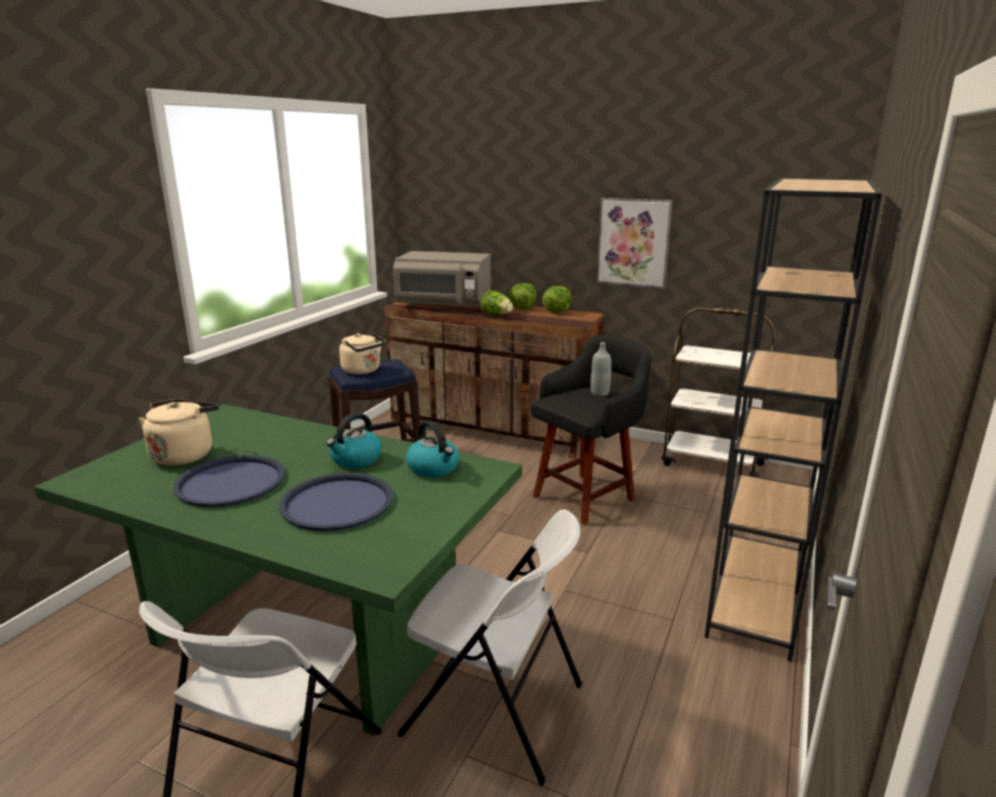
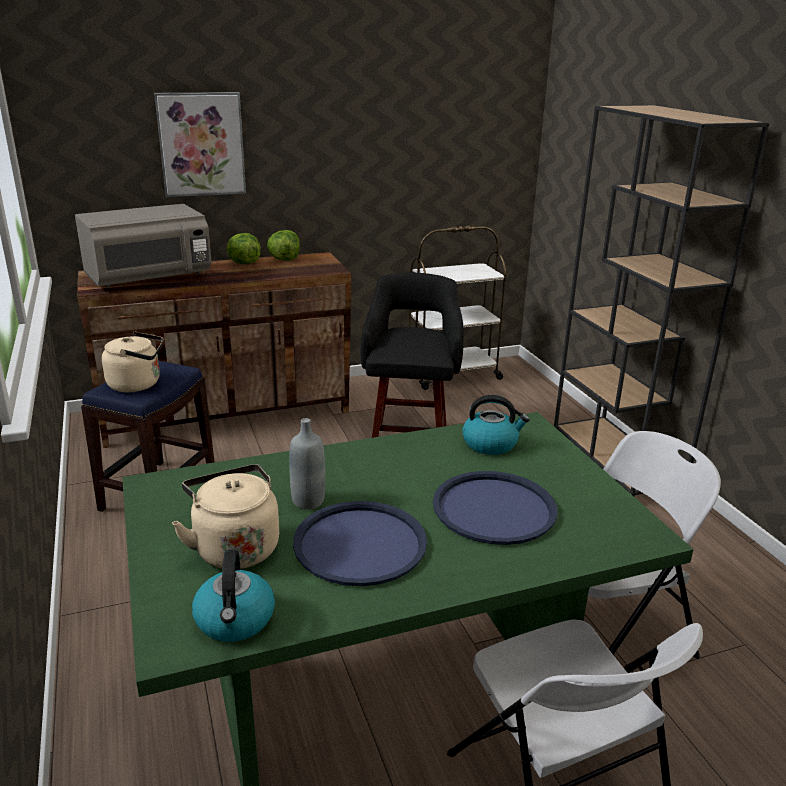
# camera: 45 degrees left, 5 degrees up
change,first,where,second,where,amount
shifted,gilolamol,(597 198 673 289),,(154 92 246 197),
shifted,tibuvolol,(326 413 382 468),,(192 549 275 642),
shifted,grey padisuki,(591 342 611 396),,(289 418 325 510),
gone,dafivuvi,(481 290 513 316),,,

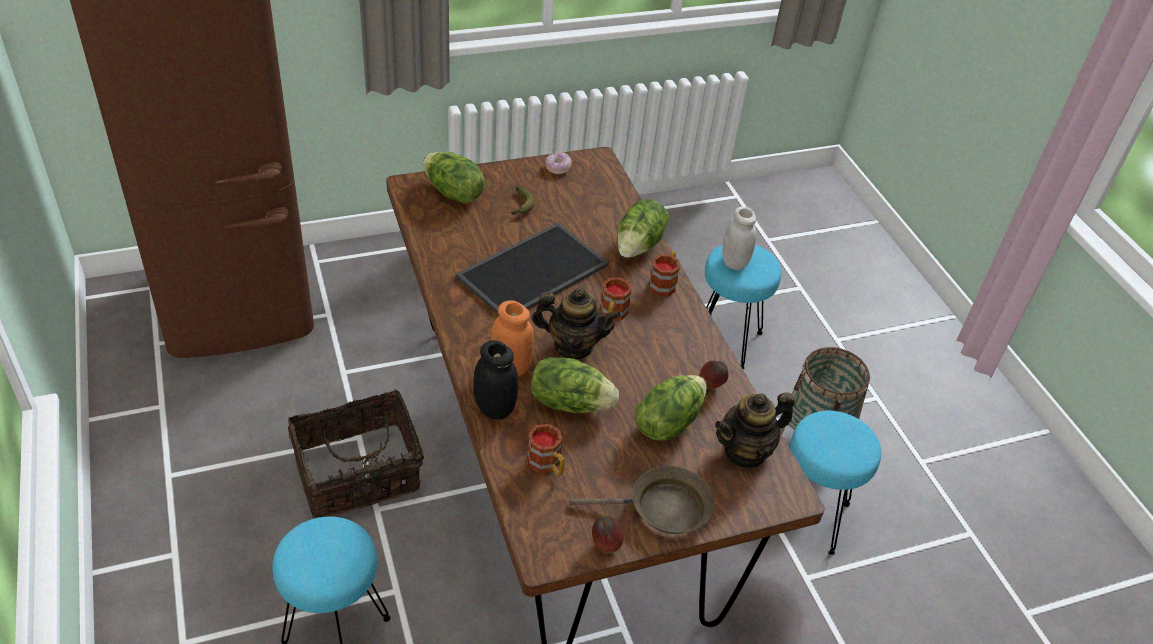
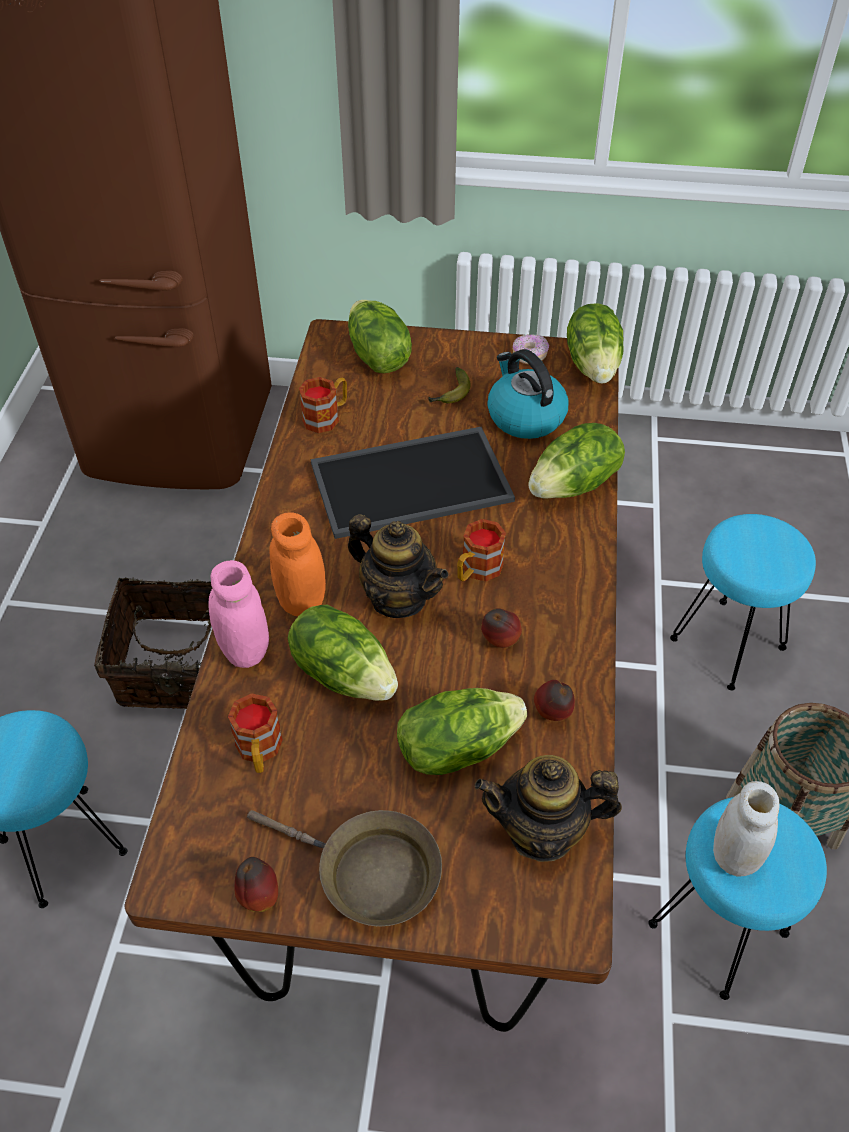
# camera: 30 degrees right, 5 degrees up
change,first,where,second,where,amount
repainted,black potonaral,(473 340 518 420),pink potonaral,(209 560 269 668),
shifted,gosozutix,(649 251 680 297),,(299 377 347 433),
new,,,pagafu,(481 608 522 648),
new,,,tibuvolol,(487 349 569 439),
new,,,dafivuvi,(567 303 624 384),
shifted,white potonaral,(722 207 756 270),,(713 781 780 876),

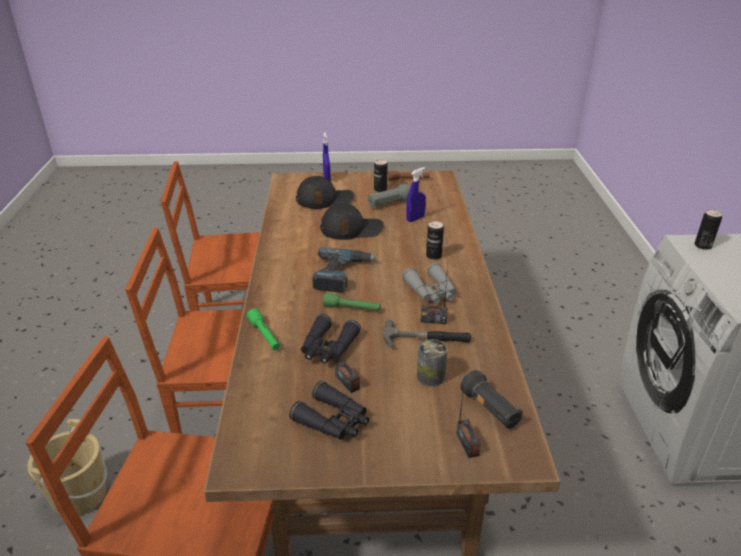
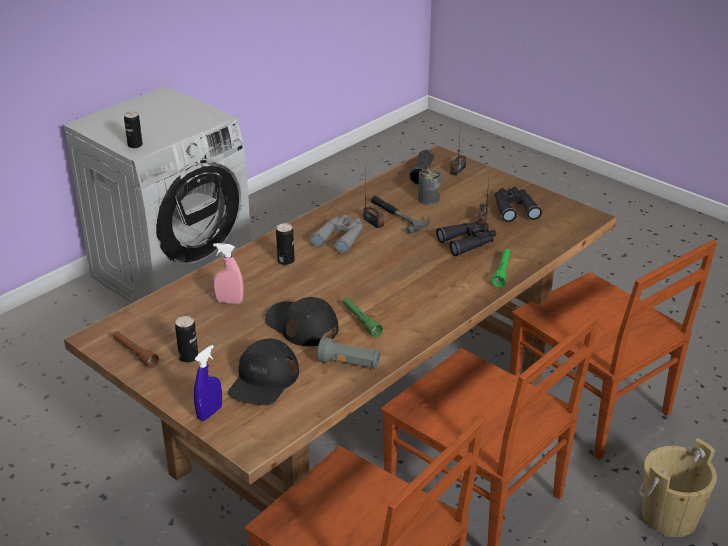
# camera: 135 degrees left, 0 degrees up
change,first,where,second,where,amount
repainted,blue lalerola,(406 167 426 222),pink lalerola,(213 243 244 304),
rotated,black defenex,(296 176 354 209),,(228 339 299 405),105 degrees counterclockwise
shifted,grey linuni,(367 184 410 207),,(317 337 380 369),
shifted,green linuni,(323 293 381 311),,(343 298 383 337),
gone,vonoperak,(312 247 377 293),,,

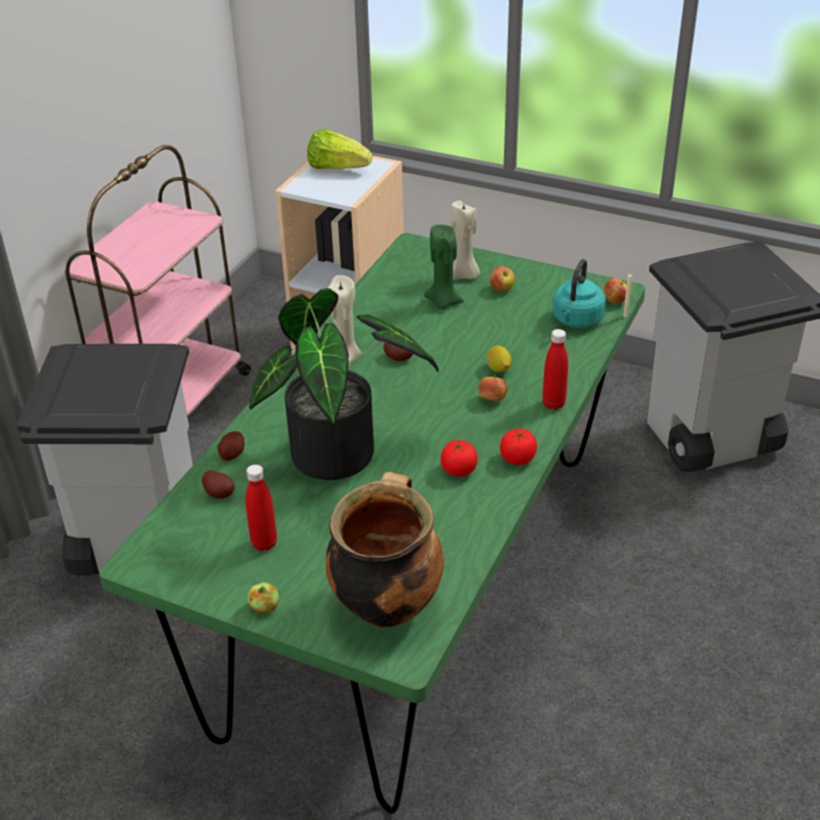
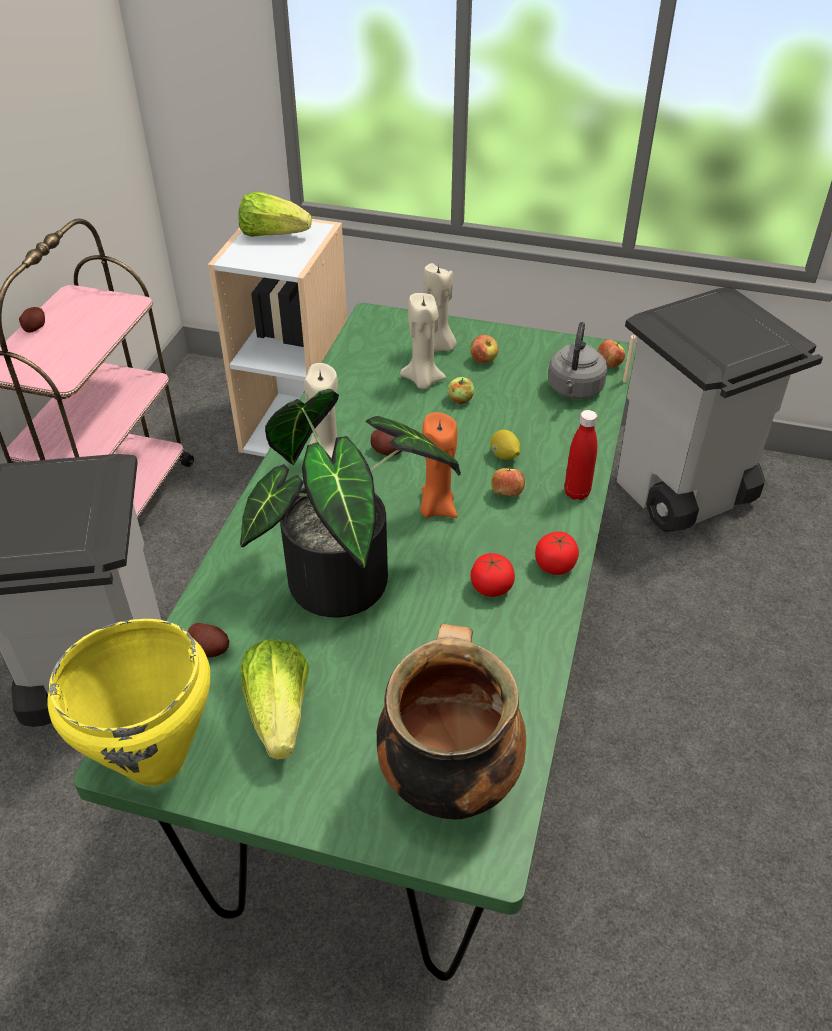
# camera: 10 degrees left, 5 degrees up
change,first,where,second,where,amount
shifted,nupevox,(217 431 244 461),,(19 307 45 333),
new,,,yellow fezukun,(47 619 210 786),
swapped,red padisuki,(245 465 277 551),dafivuvi,(240 639 309 760),
repainted,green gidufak,(424 224 464 310),beige gidufak,(400 293 446 389),
new,,,orange gidufak,(420 412 458 518),
shifted,pagafu,(248 582 279 613),,(448 377 474 404),
repainted,turquoise tibuvolol,(553 259 606 328),grey tibuvolol,(548 322 607 399),

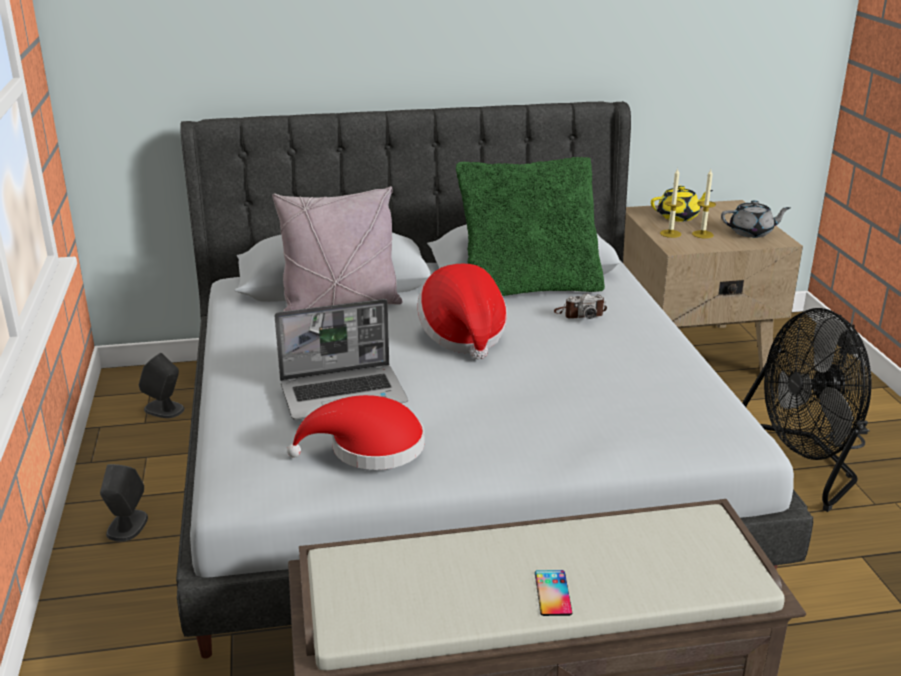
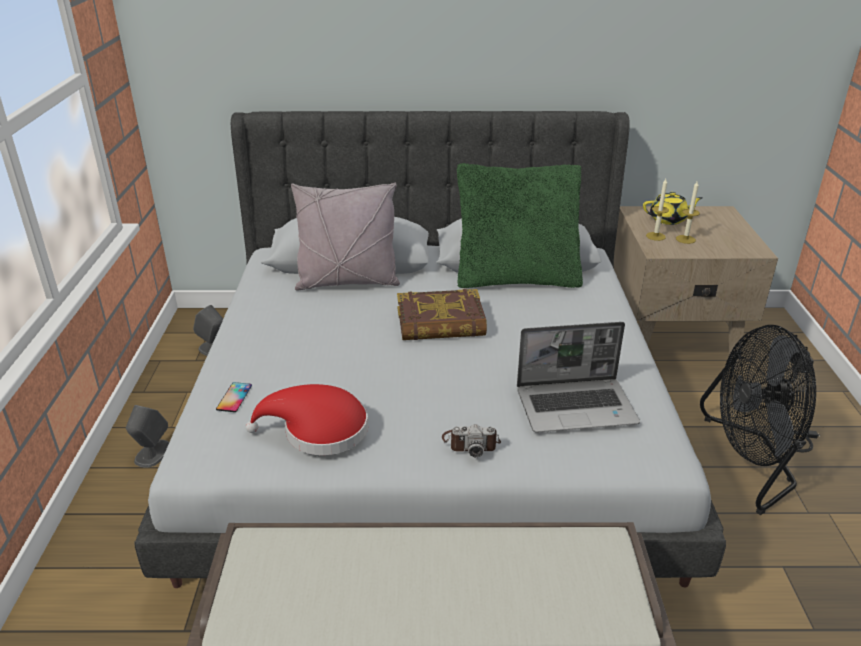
# camera: 10 degrees right, 5 degrees up
change,first,where,second,where,amount
shifted,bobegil,(535 570 572 616),,(216 382 252 412),
swapped,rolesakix,(417 264 507 359),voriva,(397 289 487 340),
shifted,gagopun,(554 293 607 319),,(442 424 501 457),
shifted,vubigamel,(275 299 408 420),,(517 322 640 433),
gone,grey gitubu,(721 200 790 238),,,

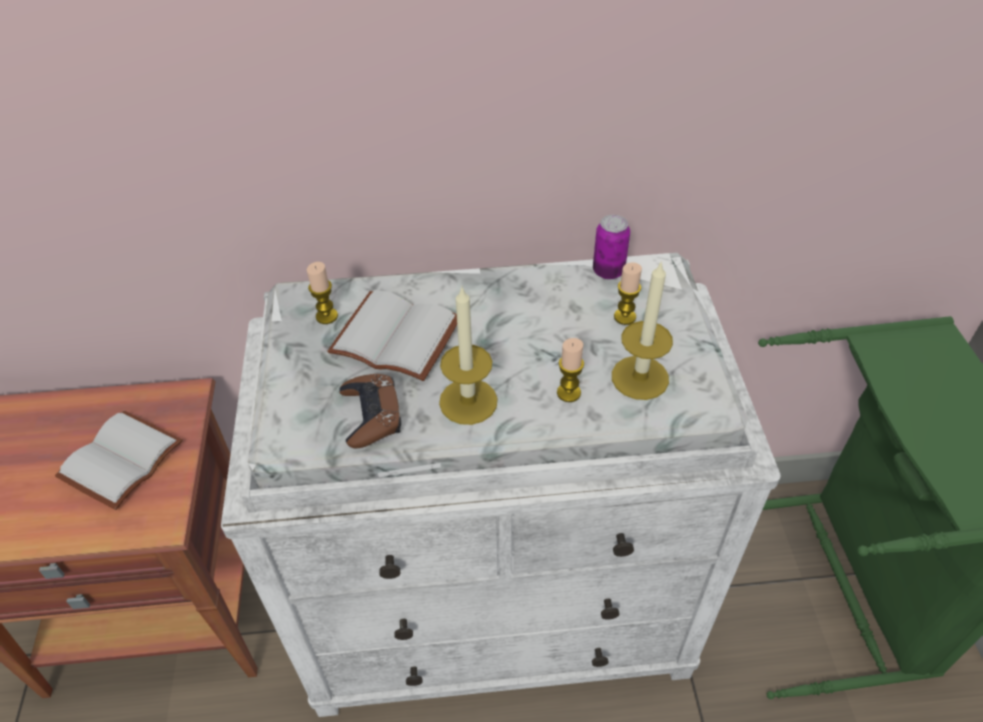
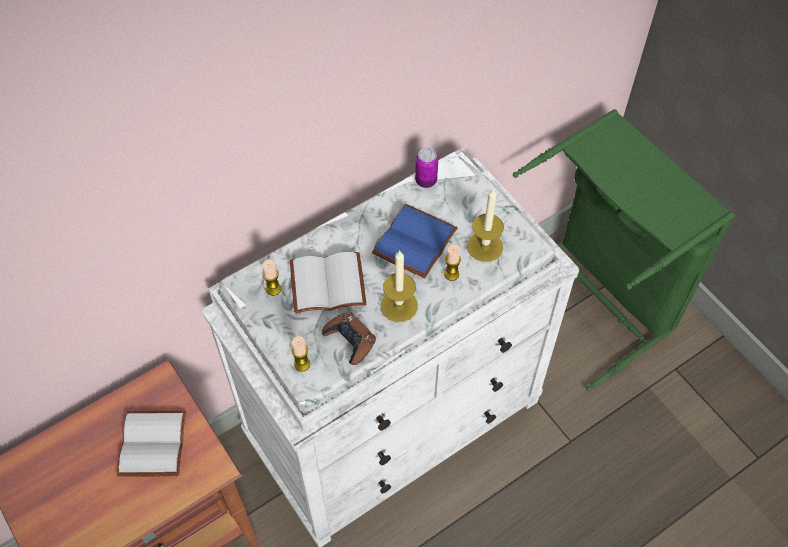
# camera: 30 degrees left, 10 degrees up
change,first,where,second,where,amount
shifted,gidufak,(614 262 642 325),,(291 336 310 372),
new,,,blue voriva,(372 204 458 278),

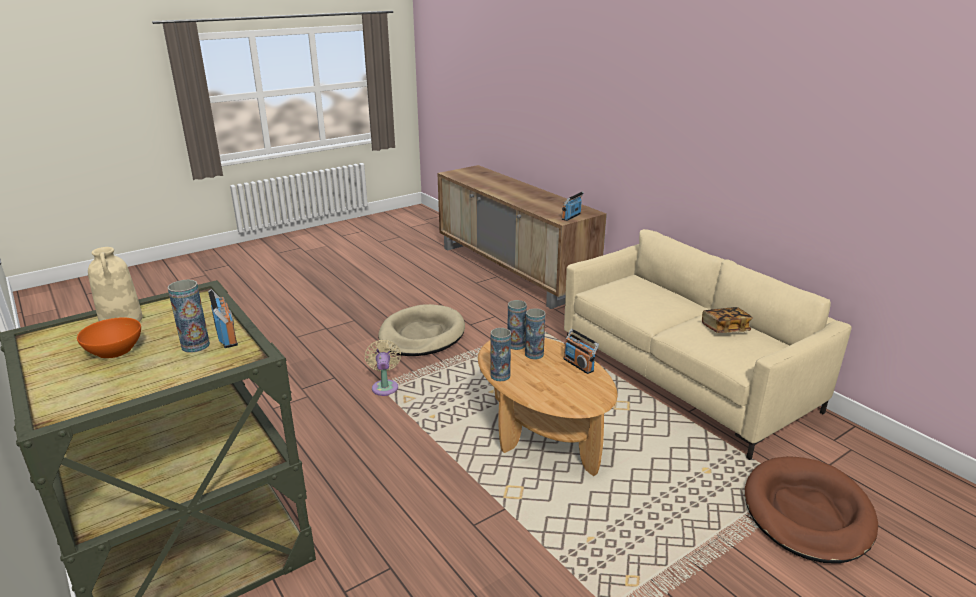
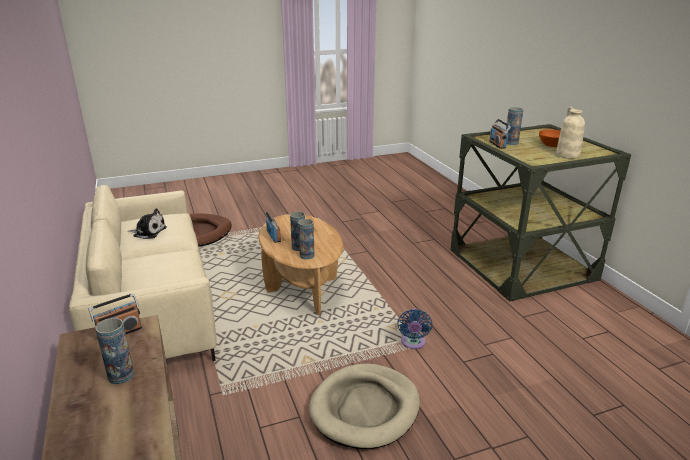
# camera: 165 degrees left, 0 degrees up
change,first,where,second,where,amount
shifted,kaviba,(491 328 511 381),,(96 318 134 384),
swapped,voriva,(702 307 753 333),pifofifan,(127 208 167 239),
repainted,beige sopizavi,(365 340 401 396),blue sopizavi,(397 308 432 349),

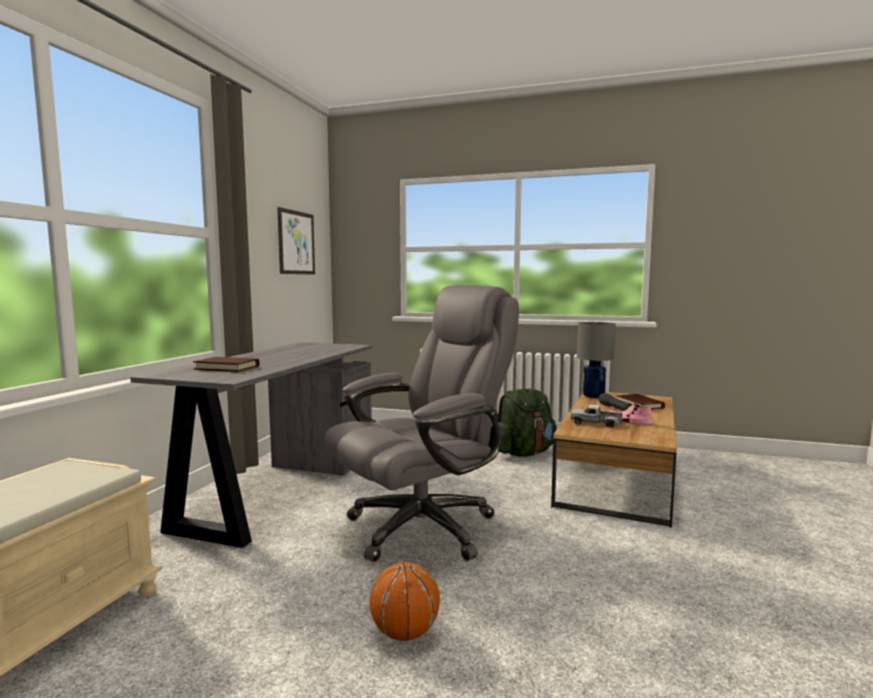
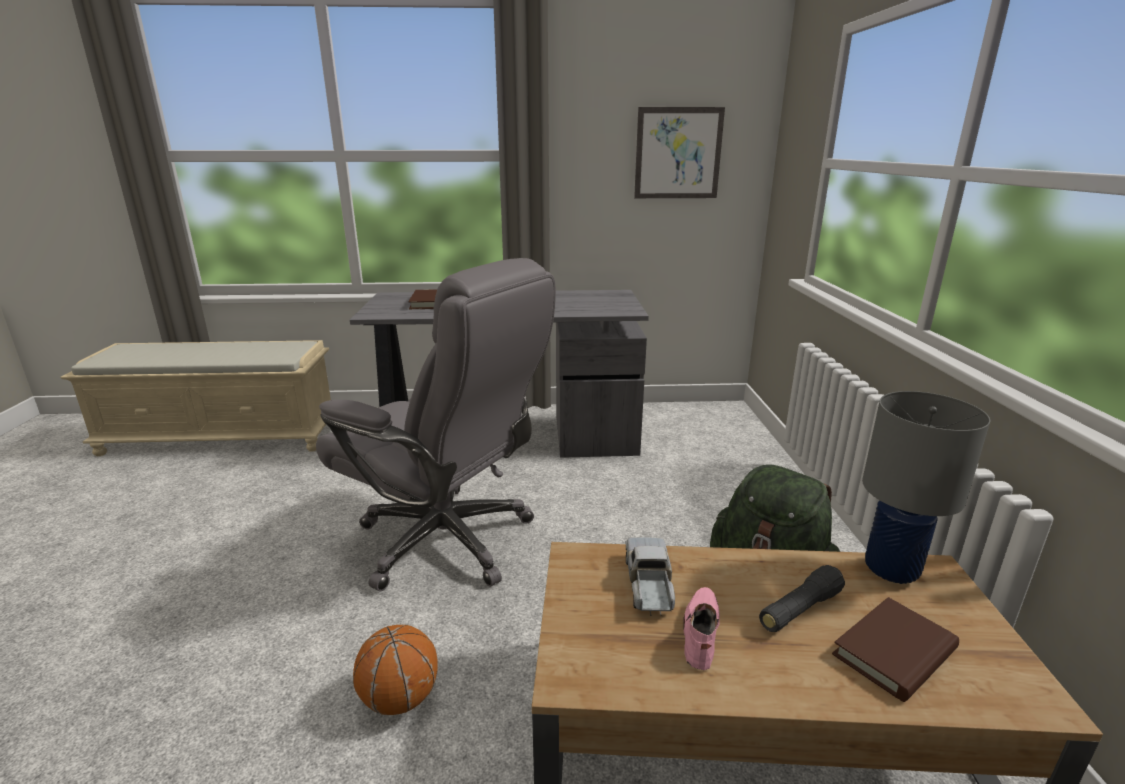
# camera: 70 degrees right, 15 degrees up
change,first,where,second,where,amount
shifted,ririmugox,(369 562 440 641),,(353 625 438 715),

